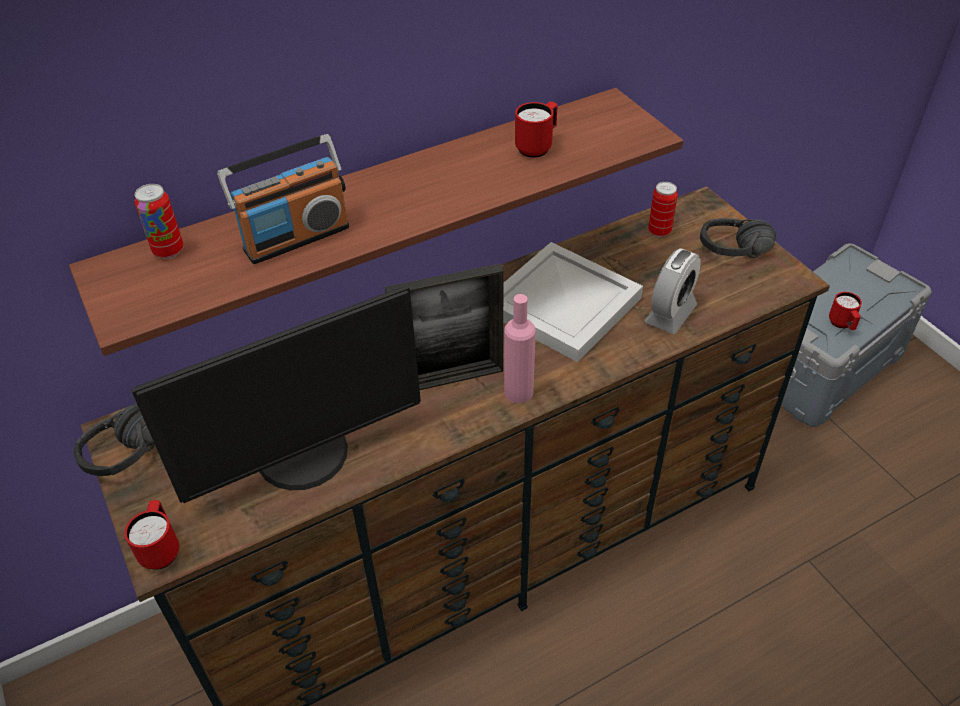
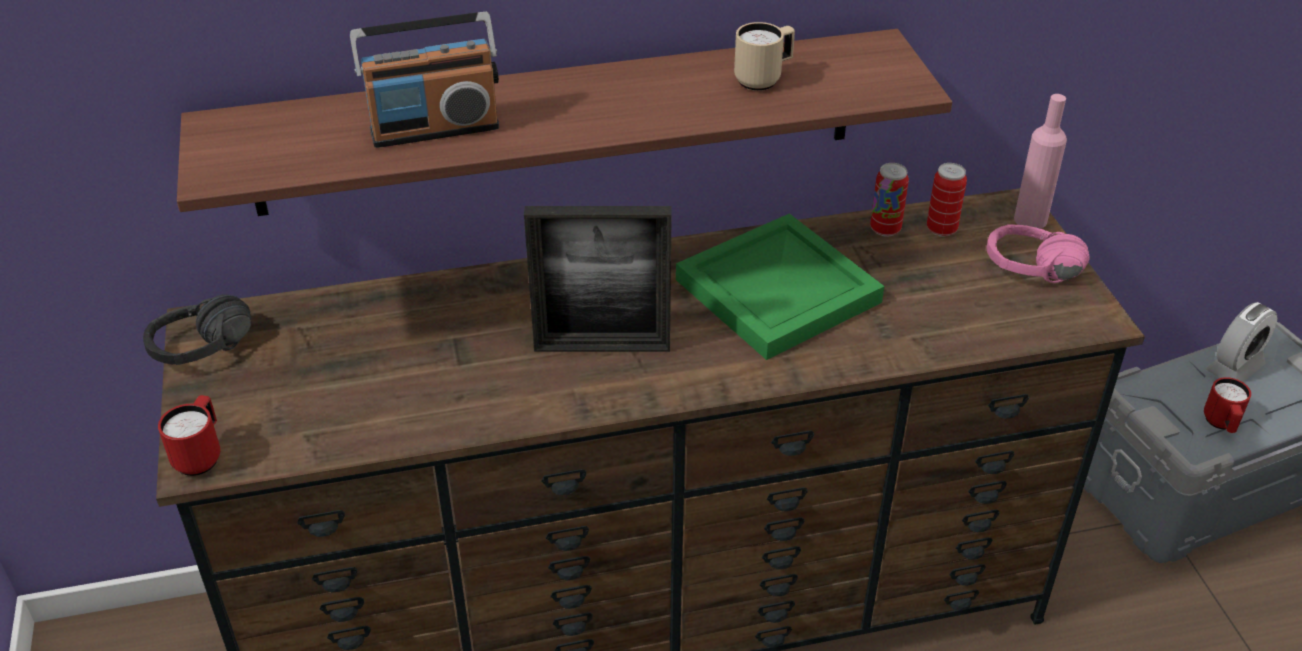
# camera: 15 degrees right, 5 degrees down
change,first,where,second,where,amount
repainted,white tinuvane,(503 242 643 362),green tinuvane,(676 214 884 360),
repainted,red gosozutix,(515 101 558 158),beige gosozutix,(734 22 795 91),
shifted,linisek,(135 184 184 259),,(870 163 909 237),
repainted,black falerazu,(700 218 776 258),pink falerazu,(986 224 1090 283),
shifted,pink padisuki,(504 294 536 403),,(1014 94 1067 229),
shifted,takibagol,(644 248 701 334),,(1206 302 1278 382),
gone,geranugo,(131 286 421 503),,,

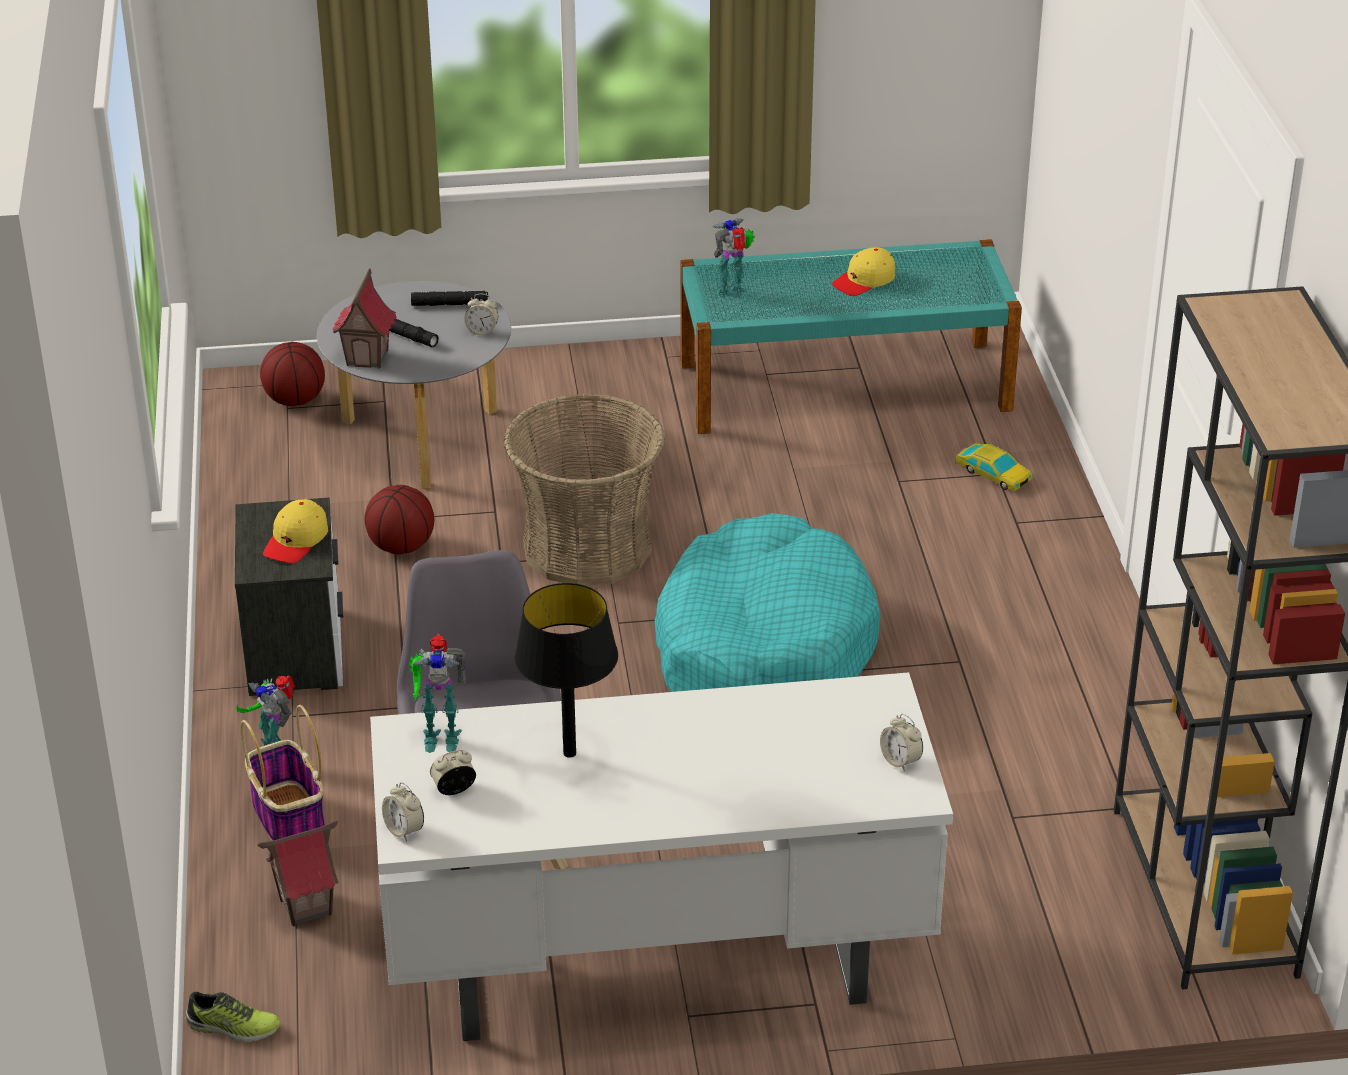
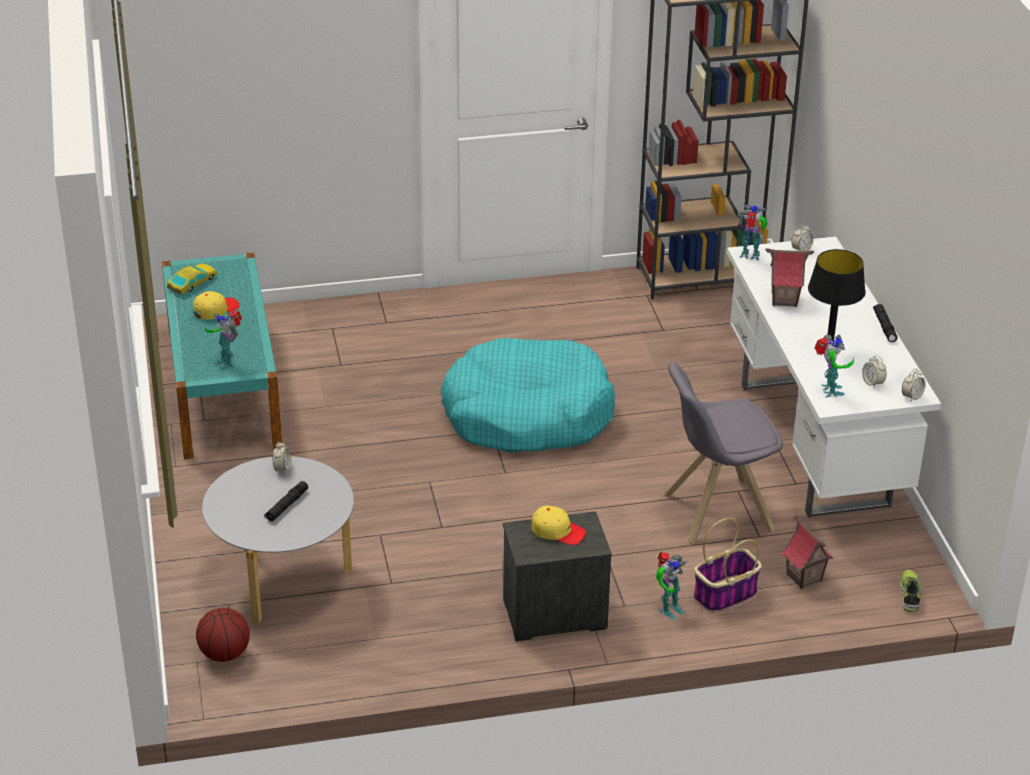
# camera: 95 degrees left, 0 degrees up
change,first,where,second,where,amount
shifted,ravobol,(955 443 1033 491),,(167 263 218 295),
rotated,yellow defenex,(832 247 895 296),,(193 291 239 320),90 degrees counterclockwise
new,,,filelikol,(738 205 768 261),
shifted,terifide,(332 268 397 369),,(765 248 814 307),
shifted,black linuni,(411 291 488 306),,(873 304 897 342),
gone,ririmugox,(365 485 434 554),,,
gone,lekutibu,(504 394 665 586),,,

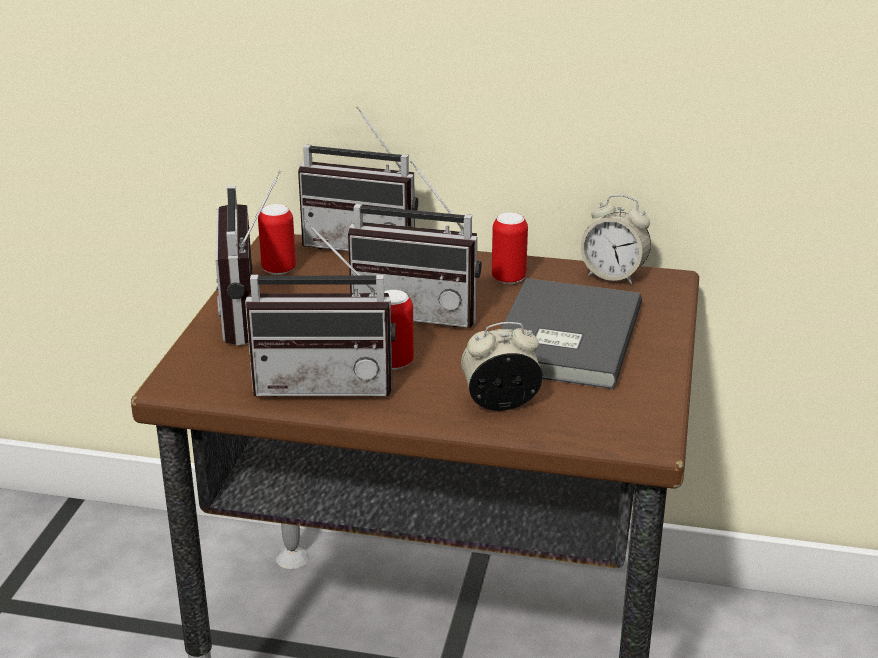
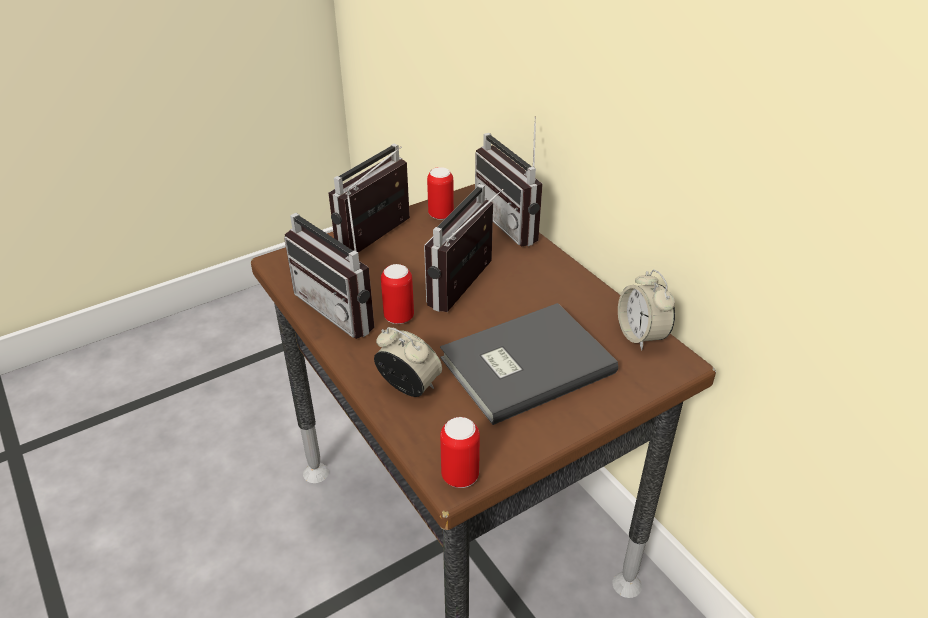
# camera: 45 degrees right, 10 degrees up
change,first,where,second,where,amount
rotated,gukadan,(348 160 481 328),,(424 184 503 312),60 degrees clockwise
shifted,linisek,(492 212 528 284),,(440 417 480 488),

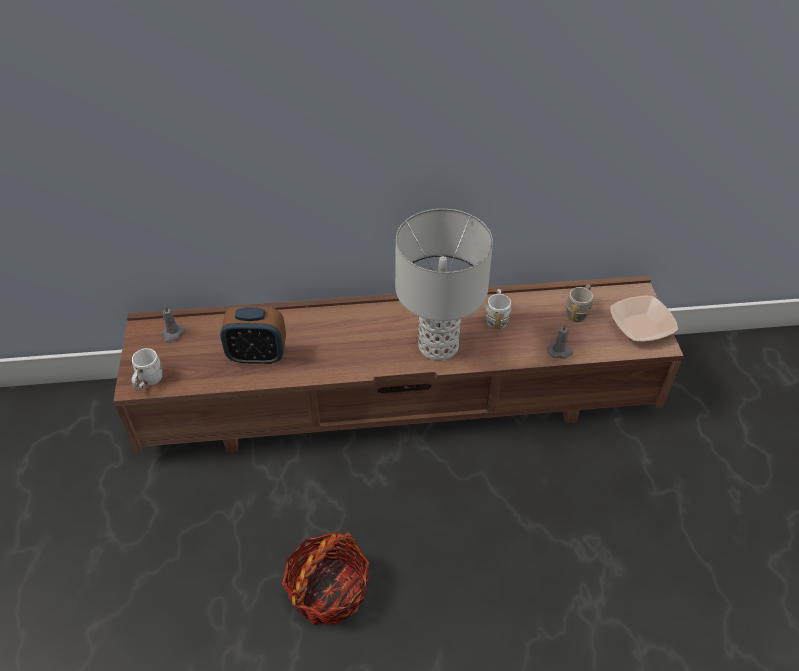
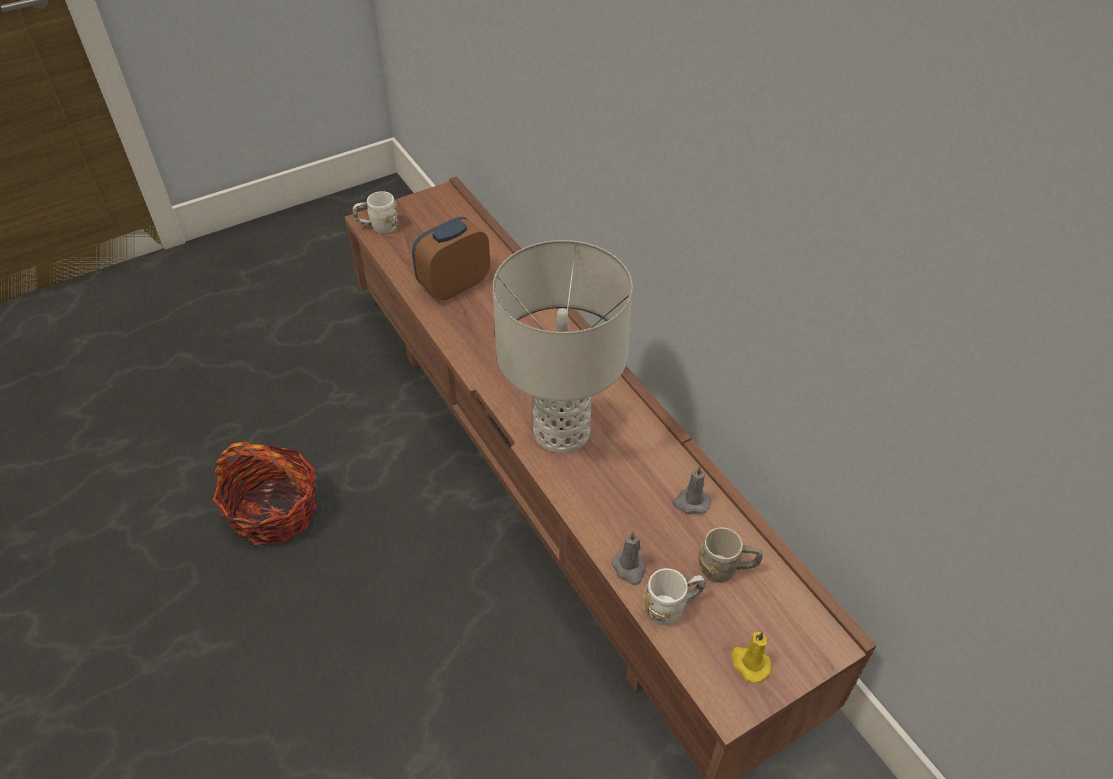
# camera: 65 degrees right, 0 degrees up
change,first,where,second,where,amount
rotated,takibagol,(220 307 286 364),,(412 217 490 300),75 degrees clockwise
shifted,white gosozutix,(485 289 511 329),,(645 568 705 625),
shifted,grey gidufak,(162 306 185 343),,(672 465 711 514),
swapped,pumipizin,(610 296 678 342),yellow gidufak,(731 631 772 683),

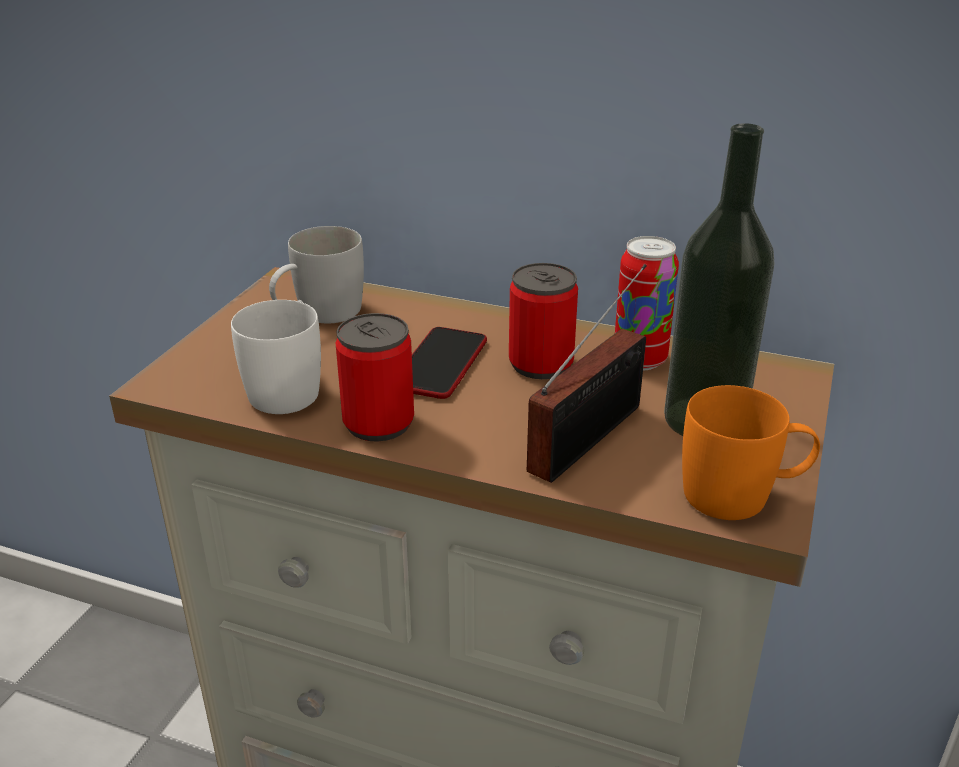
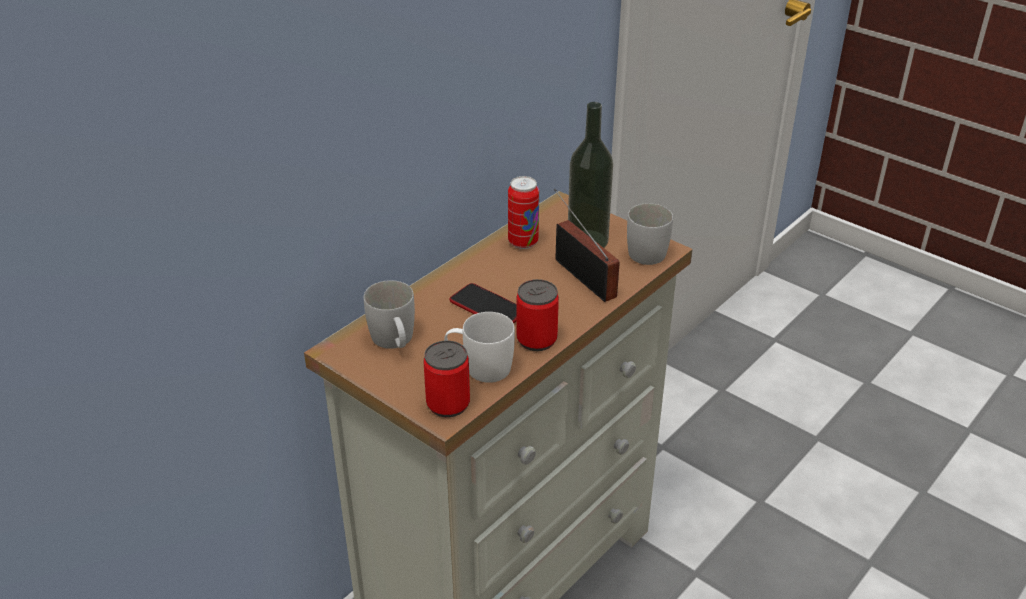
# camera: 70 degrees left, 5 degrees up
change,first,where,second,where,amount
shifted,linisek,(509 263 578 379),,(423 341 470 417),
repainted,orange gosozutix,(682 385 820 520),white gosozutix,(627 203 673 265),

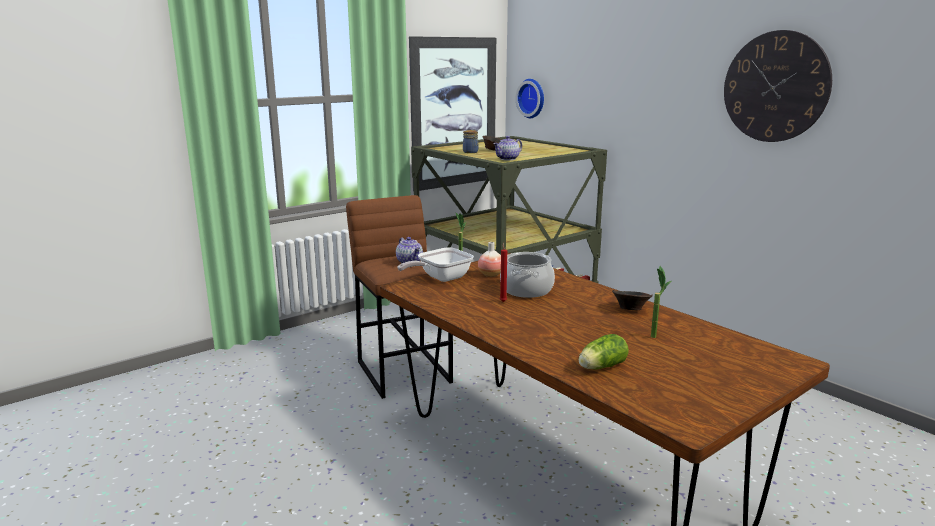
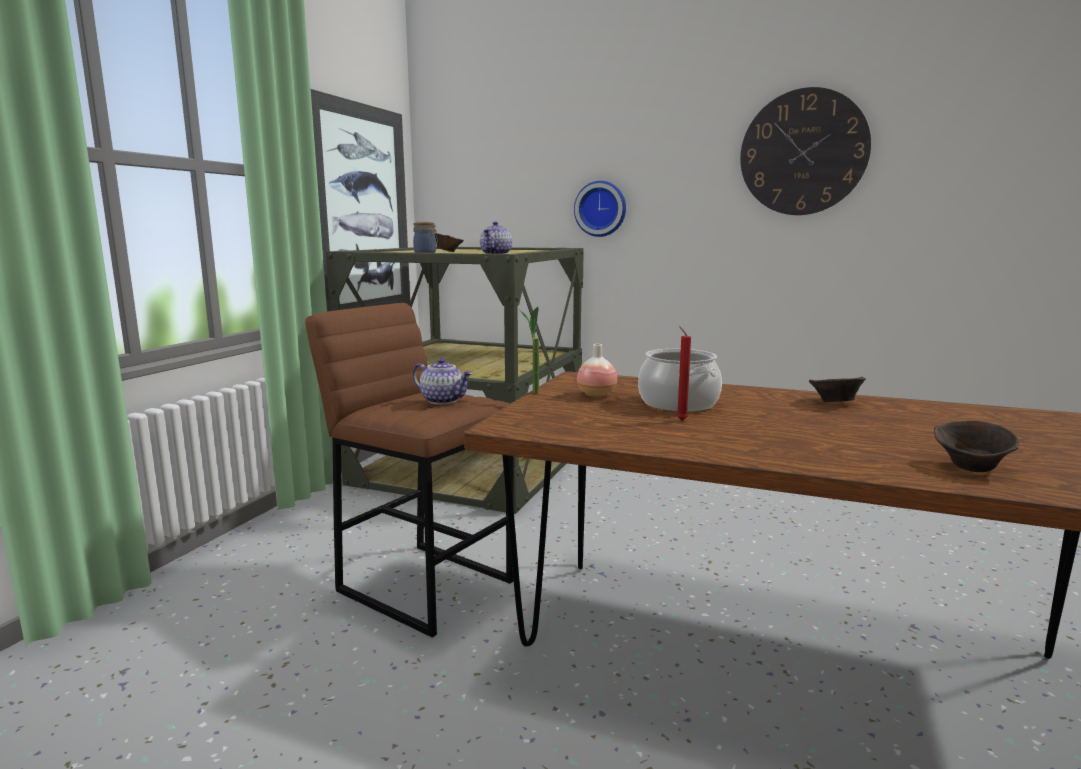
# camera: 30 degrees left, 5 degrees down
change,first,where,second,where,amount
shifted,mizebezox,(516 79 544 118),,(574 181 626 237),
swapped,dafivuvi,(579 334 629 370),brown pumipizin,(934 421 1019 472),
gone,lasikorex,(398 247 474 282),,,
gone,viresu,(651 266 672 338),,,

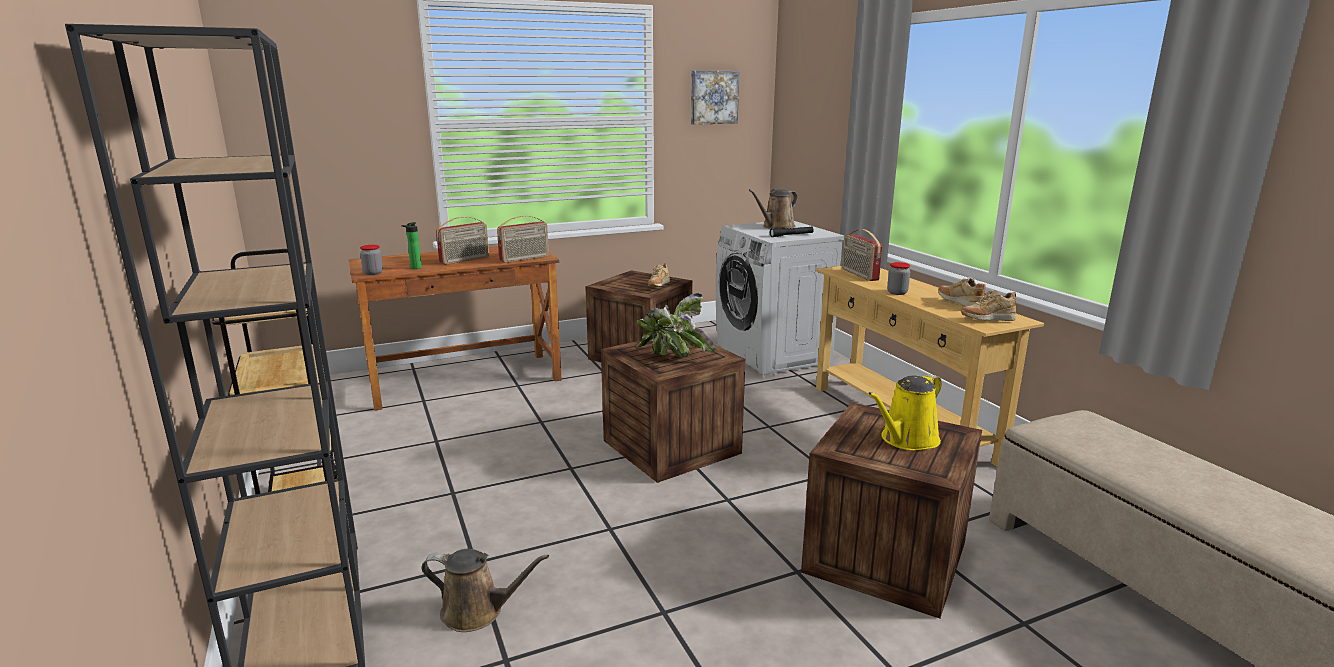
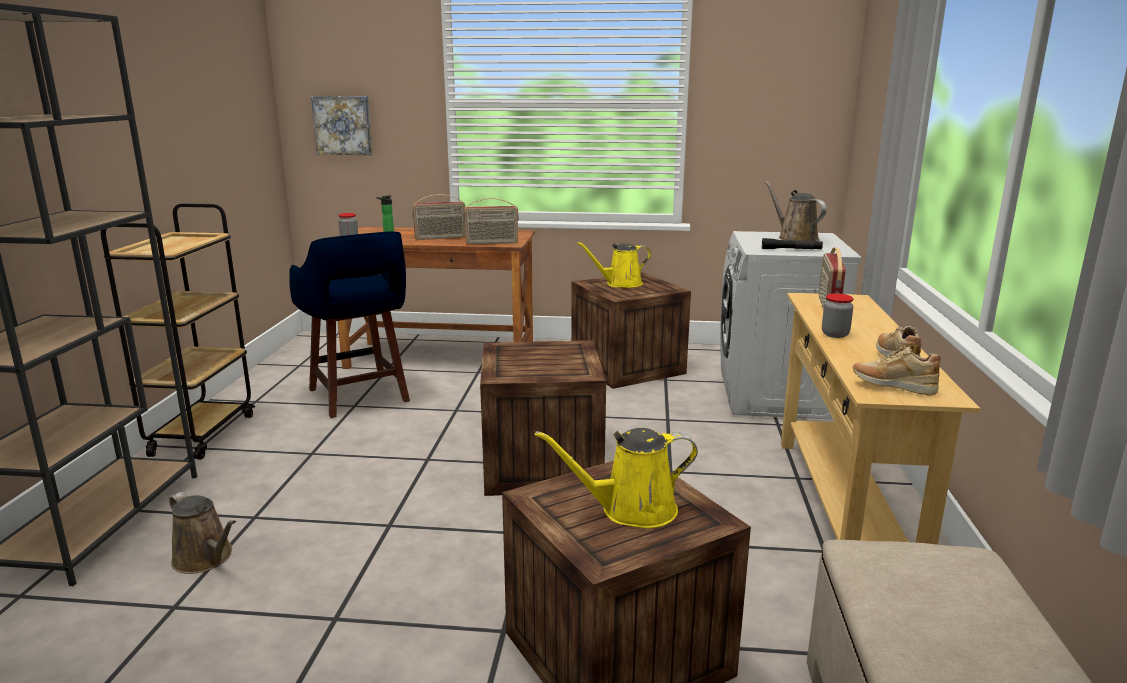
# camera: 30 degrees right, 0 degrees up
change,first,where,second,where,amount
new,,,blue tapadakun,(289 231 410 418),
shifted,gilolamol,(691 71 739 125),,(311 96 373 155),
new,,,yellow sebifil,(577 242 651 288),
rotated,brown sebifil,(749 189 798 229),,(765 181 827 241),75 degrees clockwise
gone,viresu,(635 293 716 357),,,
gone,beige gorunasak,(648 263 670 287),,,

